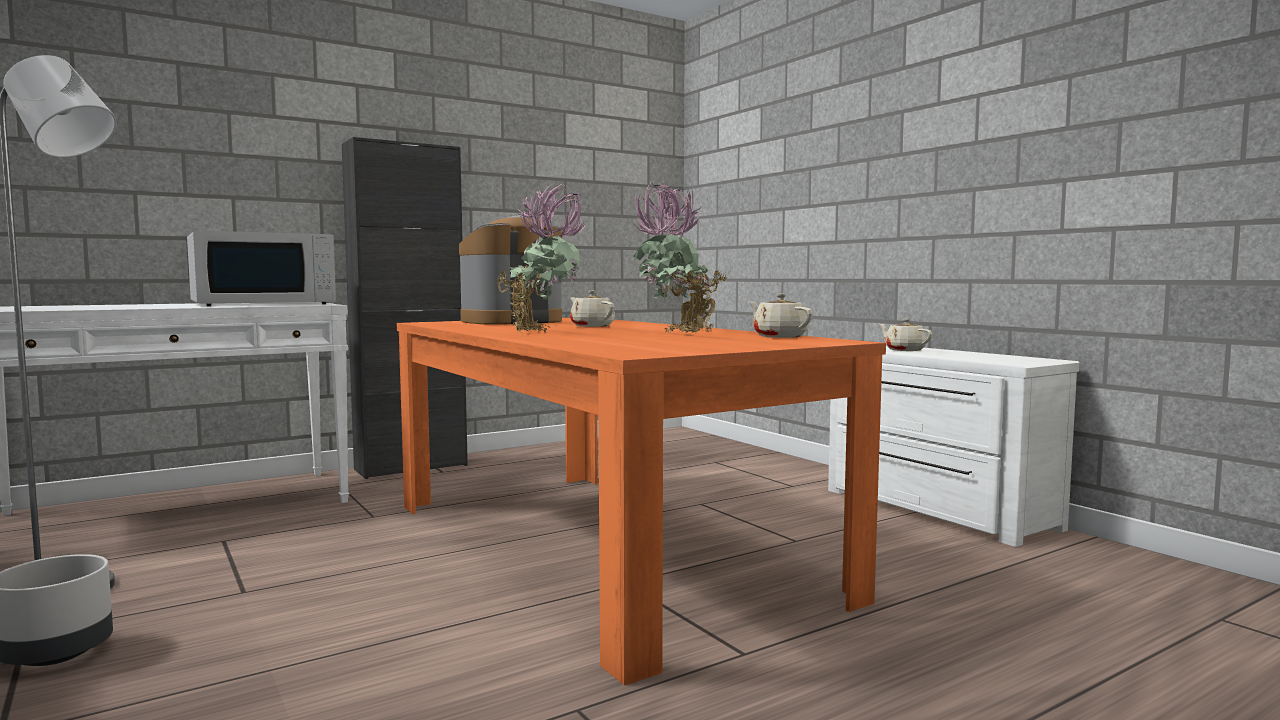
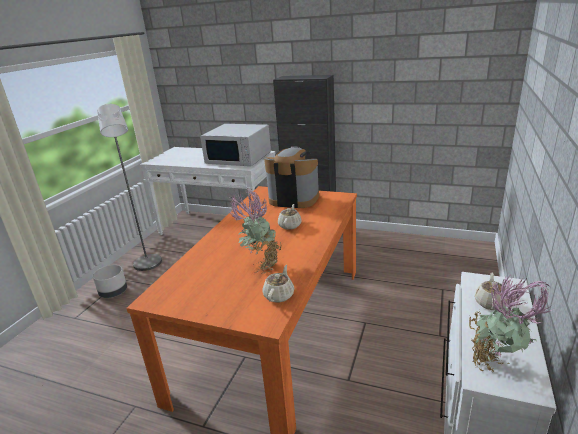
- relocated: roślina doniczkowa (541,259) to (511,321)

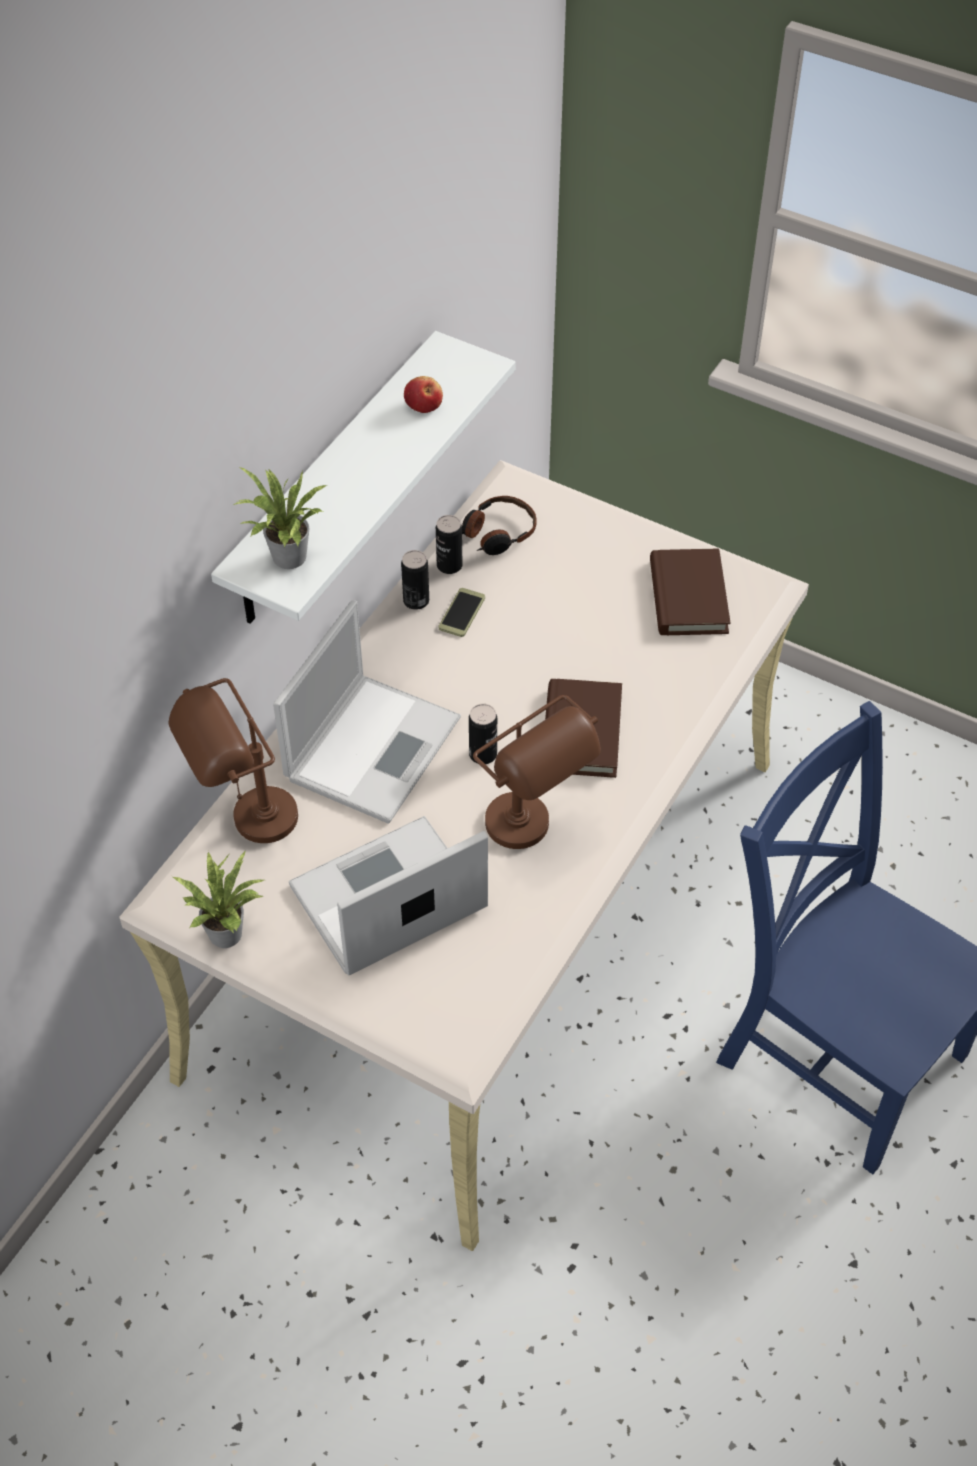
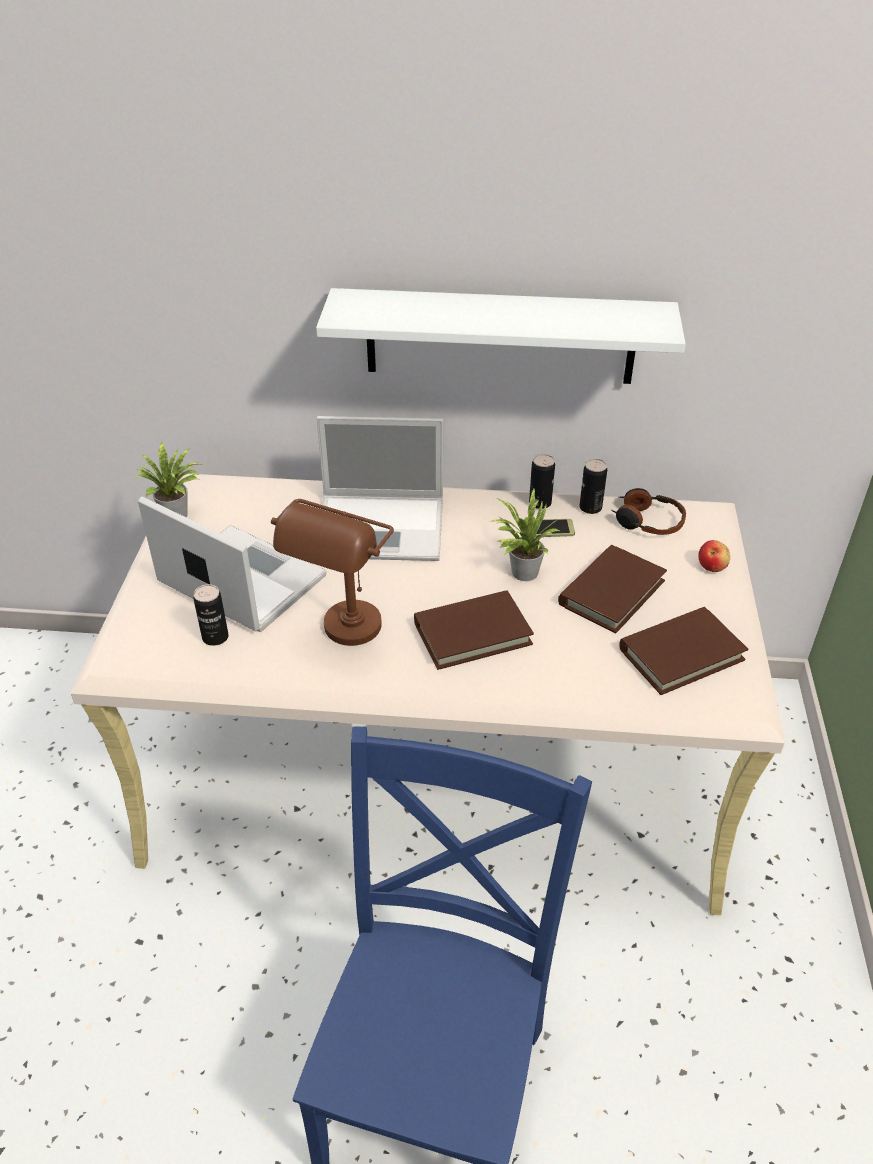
- missing: lampa stołowa/brązowy (233,760)
- relocated: roślina doniczkowa (280,517) to (525,535)
- relocated: jabłko (423,394) to (714,556)
- relocated: puszka (483,734) to (211,615)
- appeared: książka/brązowy (612,589)

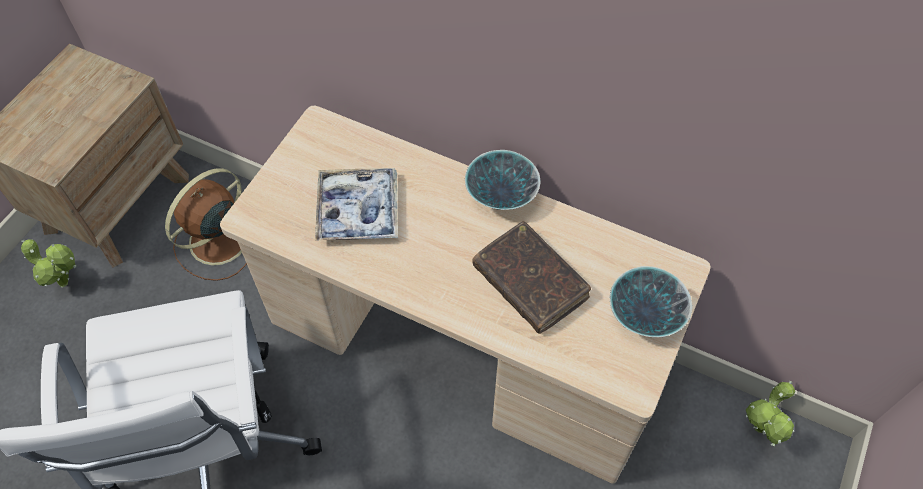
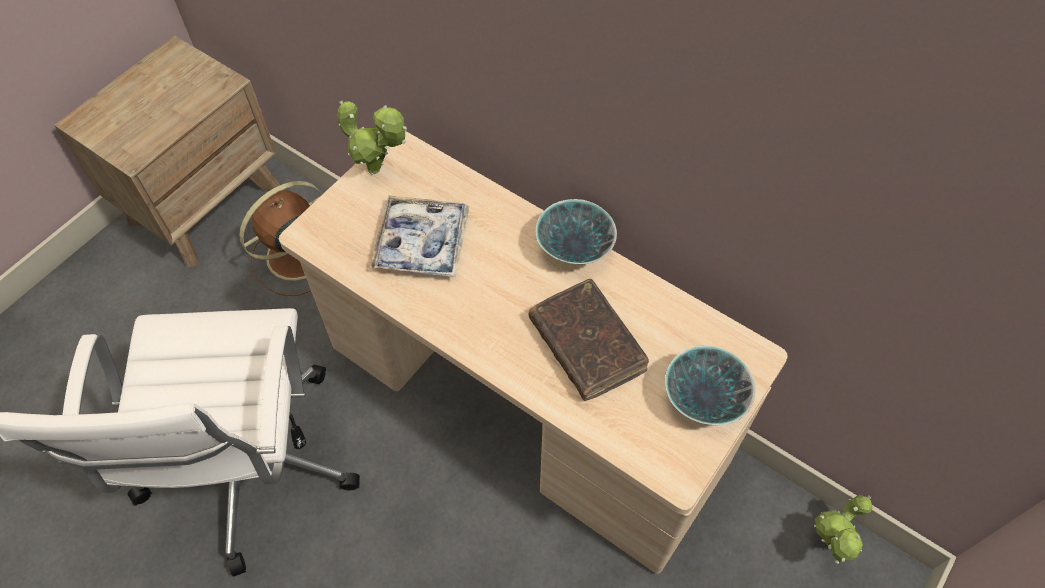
- relocated: roślina doniczkowa (49,263) to (372,137)

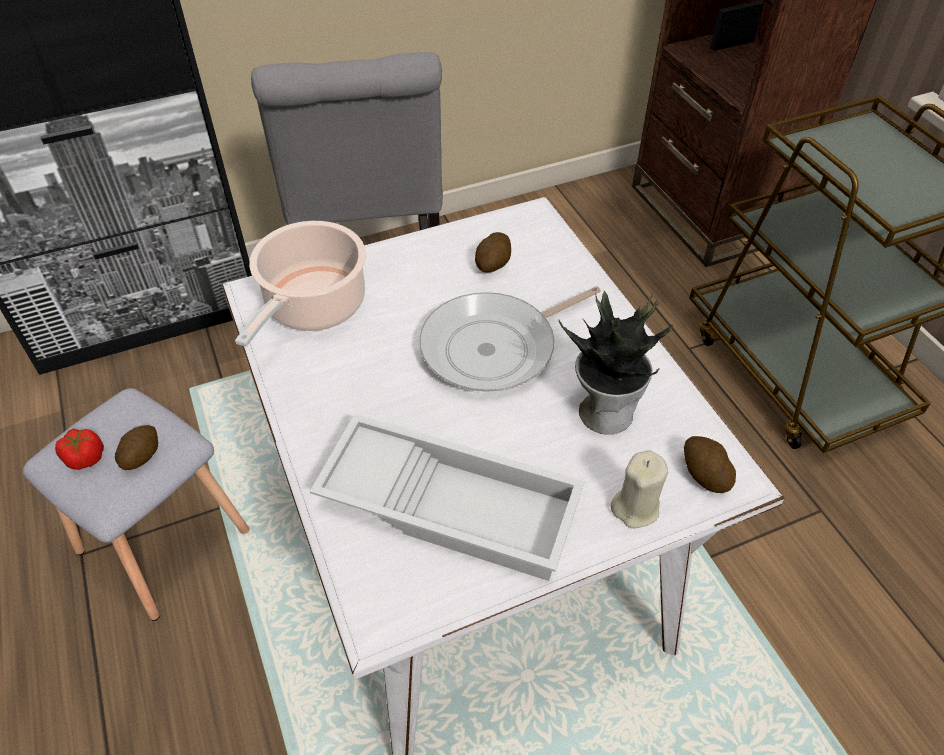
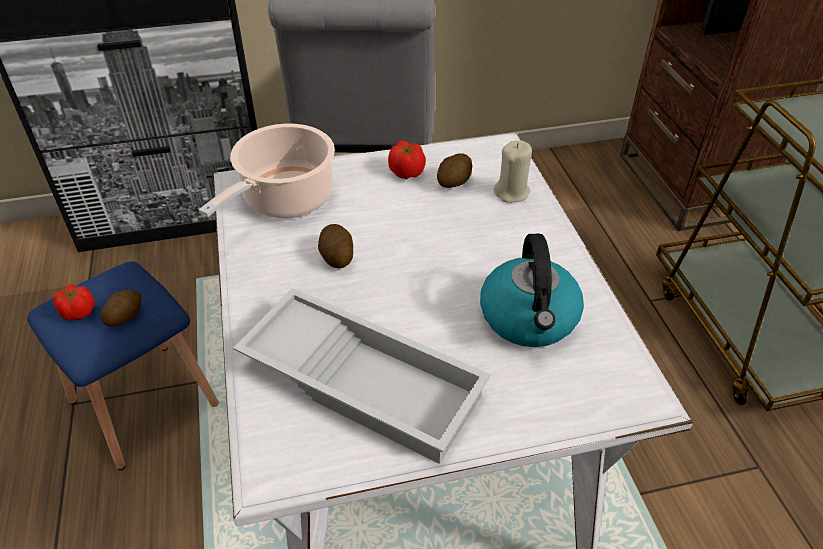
- colour: stołek/szary (136,504) to stołek/niebieski (123,366)
- missing: patelnia (510,339)
- exchanged: roślina doniczkowa (616,362) to czajnik (532,290)
- relocated: świeca/beżowy (639,489) to (513,171)
- relocated: ziemniak (710,464) to (335,246)
- appeared: pomidor (407,159)

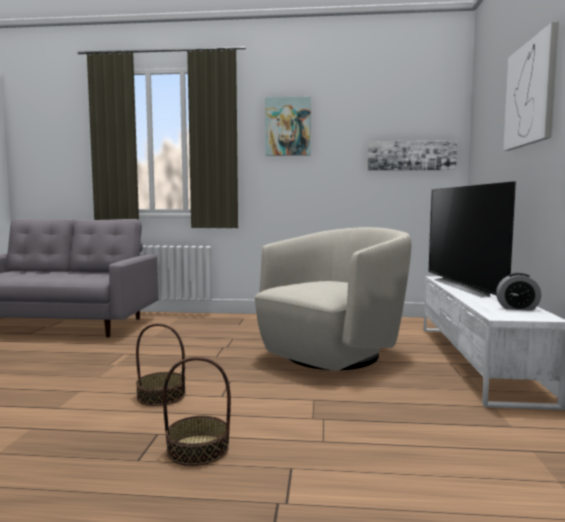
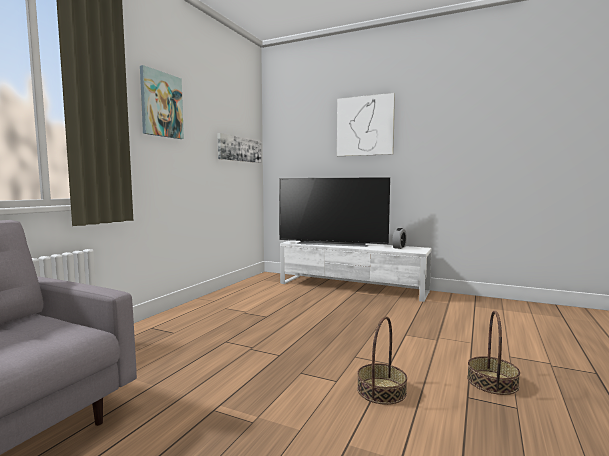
- missing: fotel/beżowy (333,299)

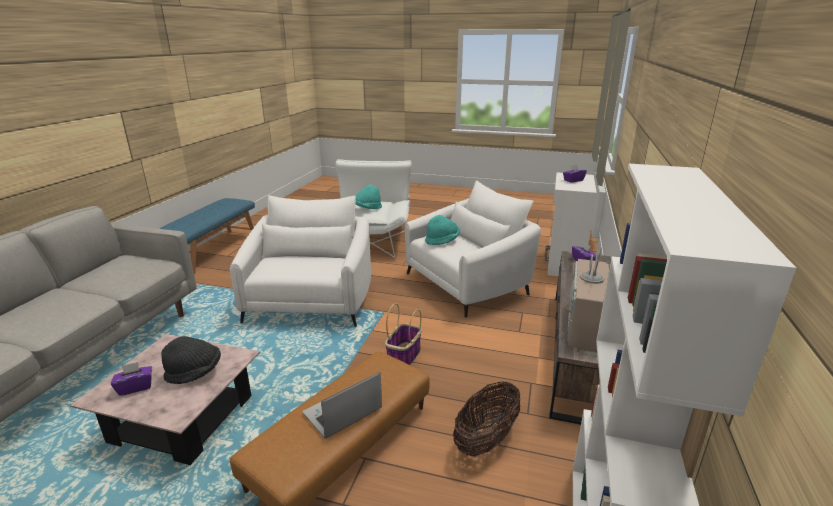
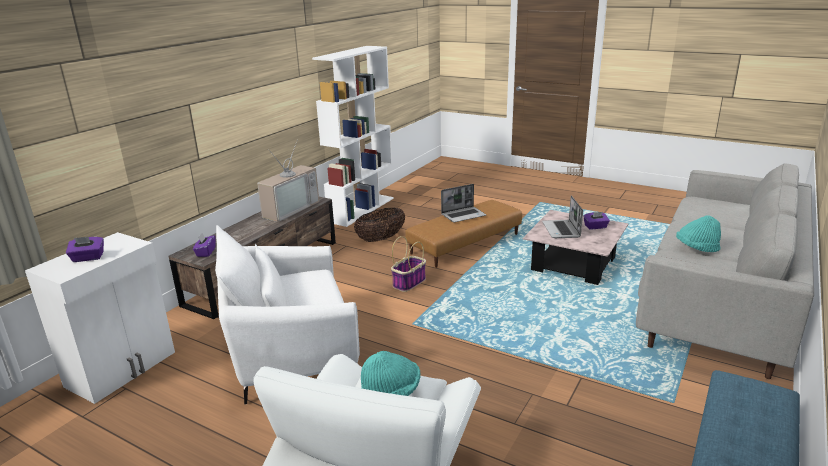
- exchanged: kapelusz/czarny (191,360) to laptop (562,216)
- missing: fotel/biały (300,261)
- relocated: kapelusz/turkusowy (442,230) to (698,233)

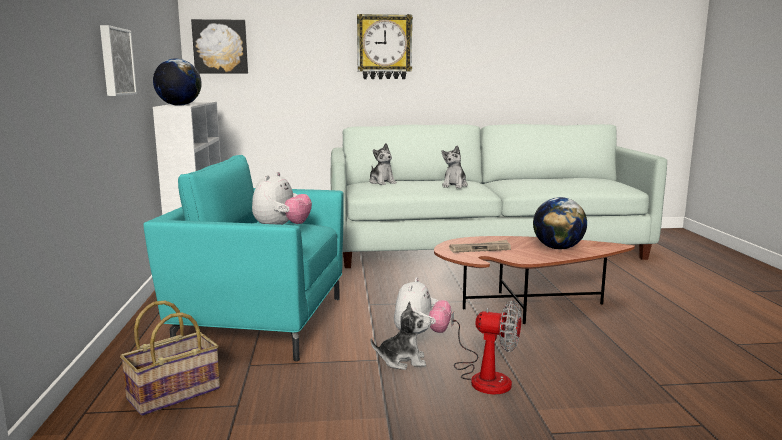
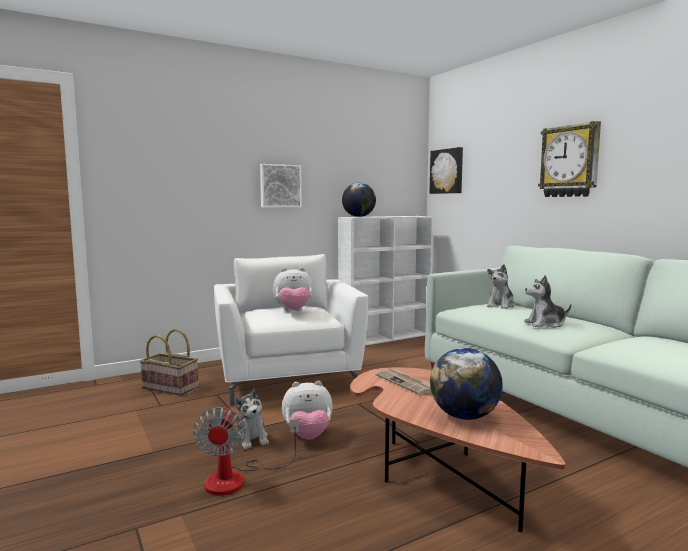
- colour: fotel/turkusowy (243,258) to fotel/biały (291,330)

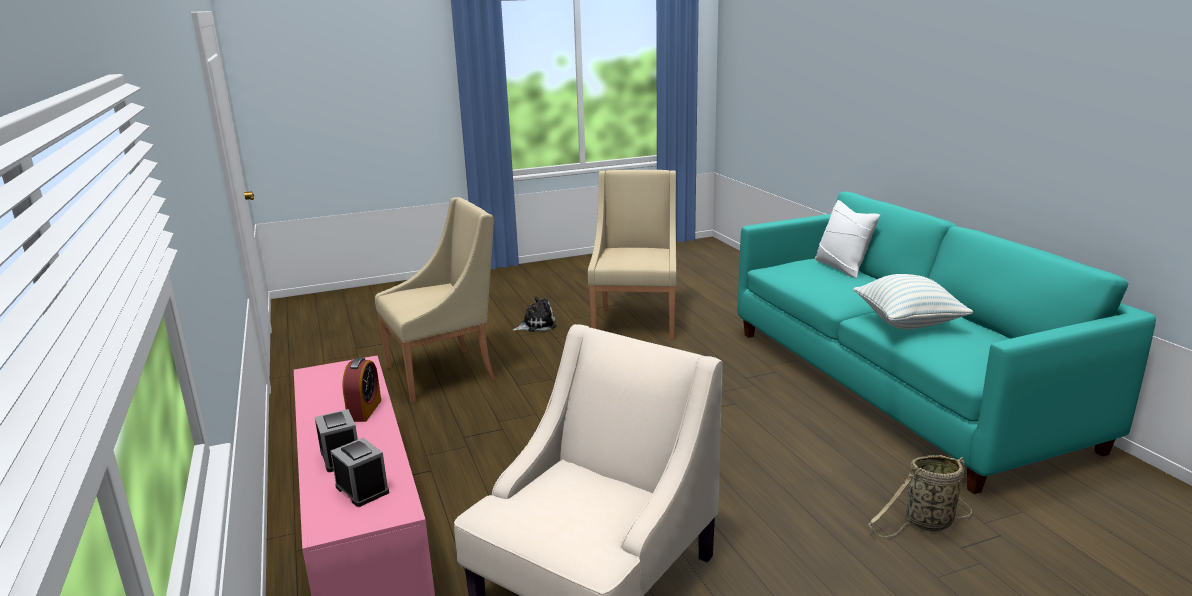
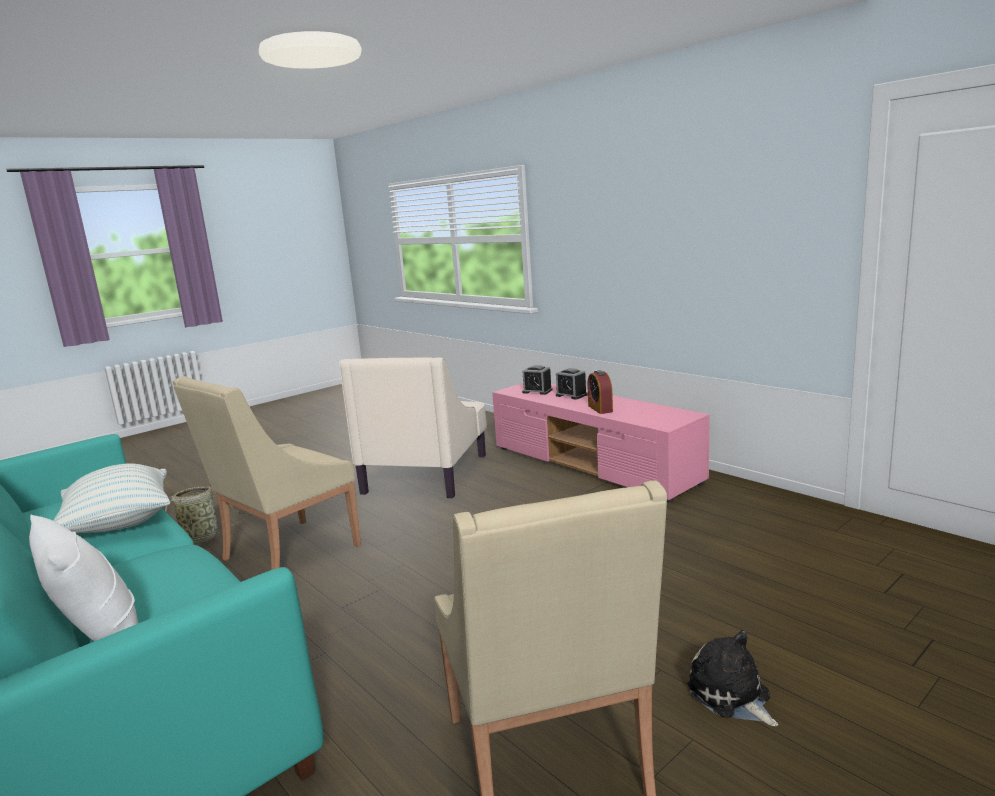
- relocated: fotel/beżowy (435,299) to (267,473)
- spun: pluszak (534,314) = (732,678) 105 degrees clockwise

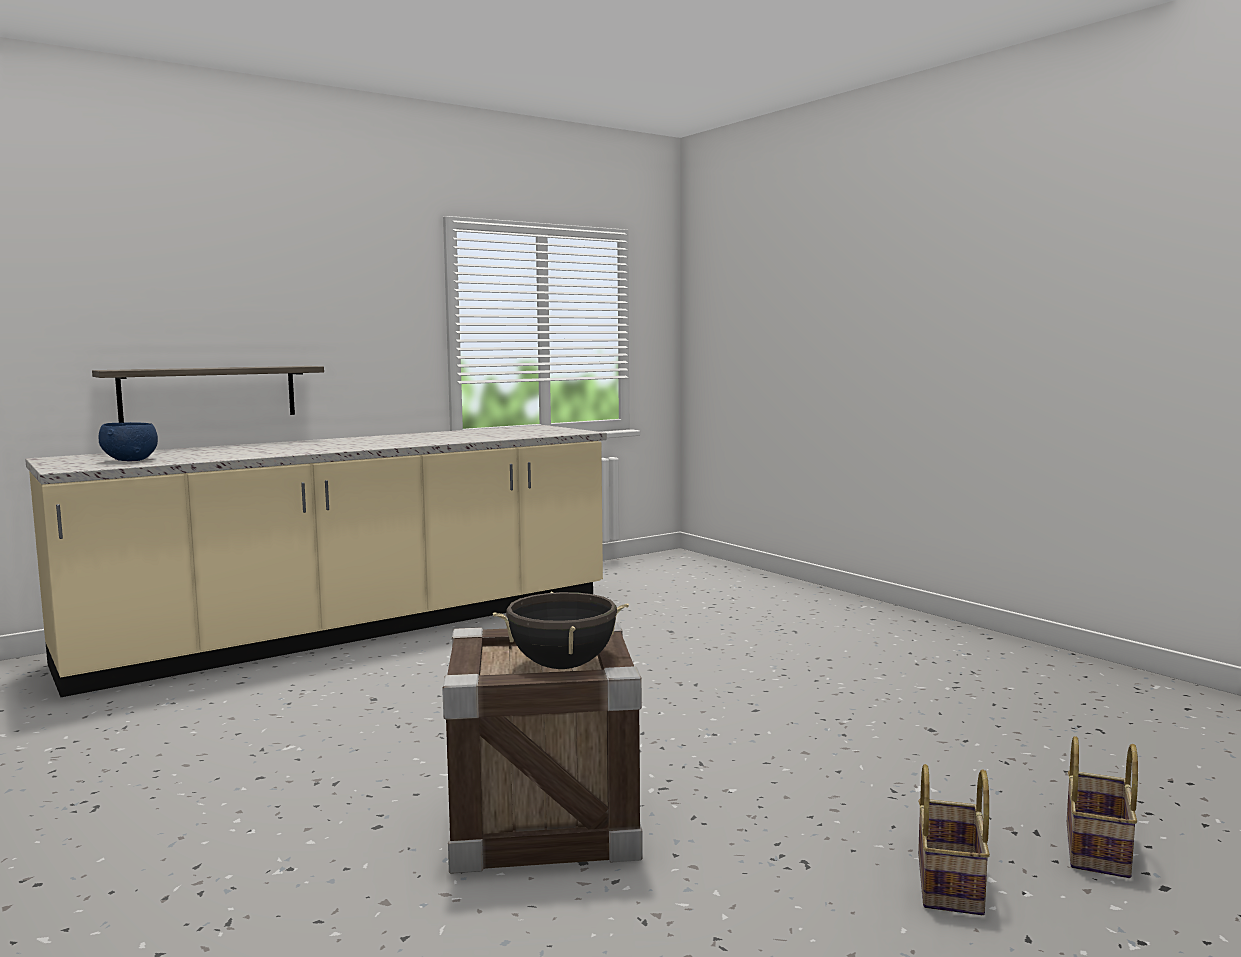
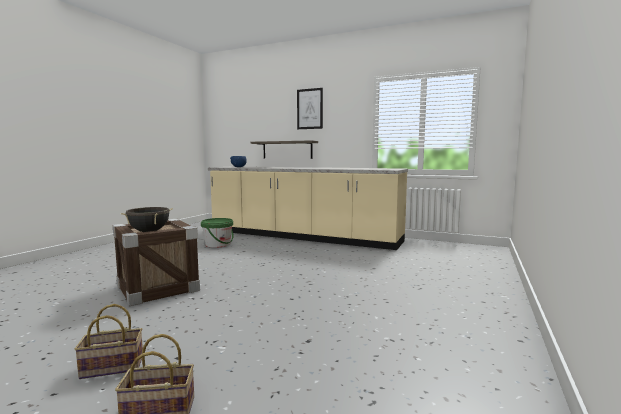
- appeared: wiadro/zielony (217,233)
- appeared: obraz (310,108)

